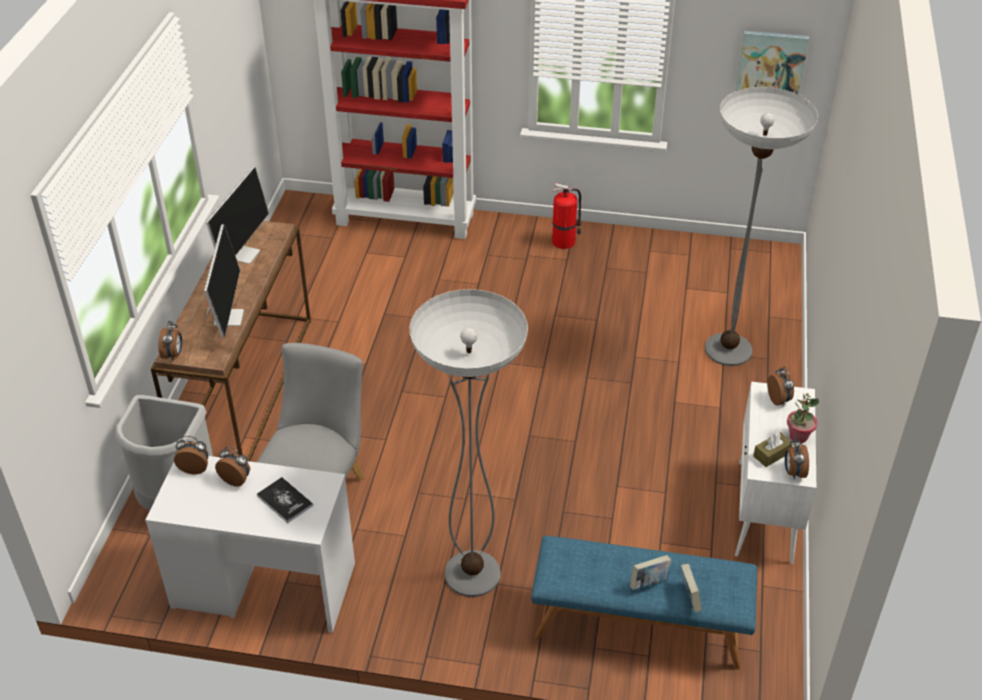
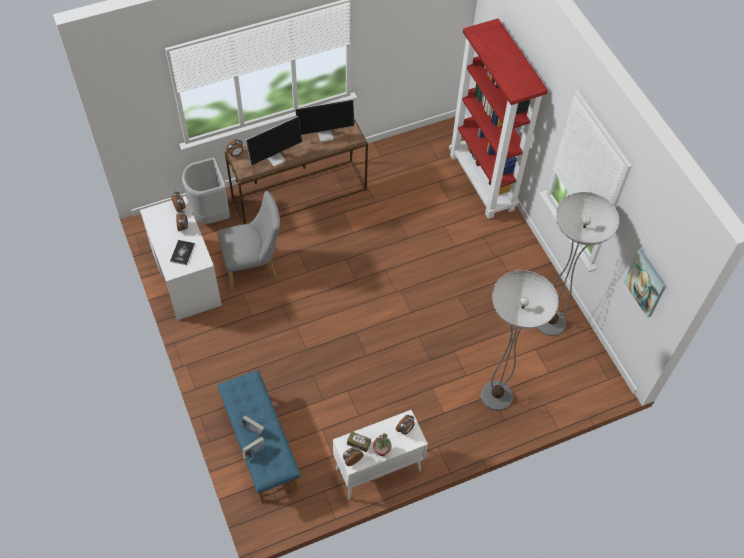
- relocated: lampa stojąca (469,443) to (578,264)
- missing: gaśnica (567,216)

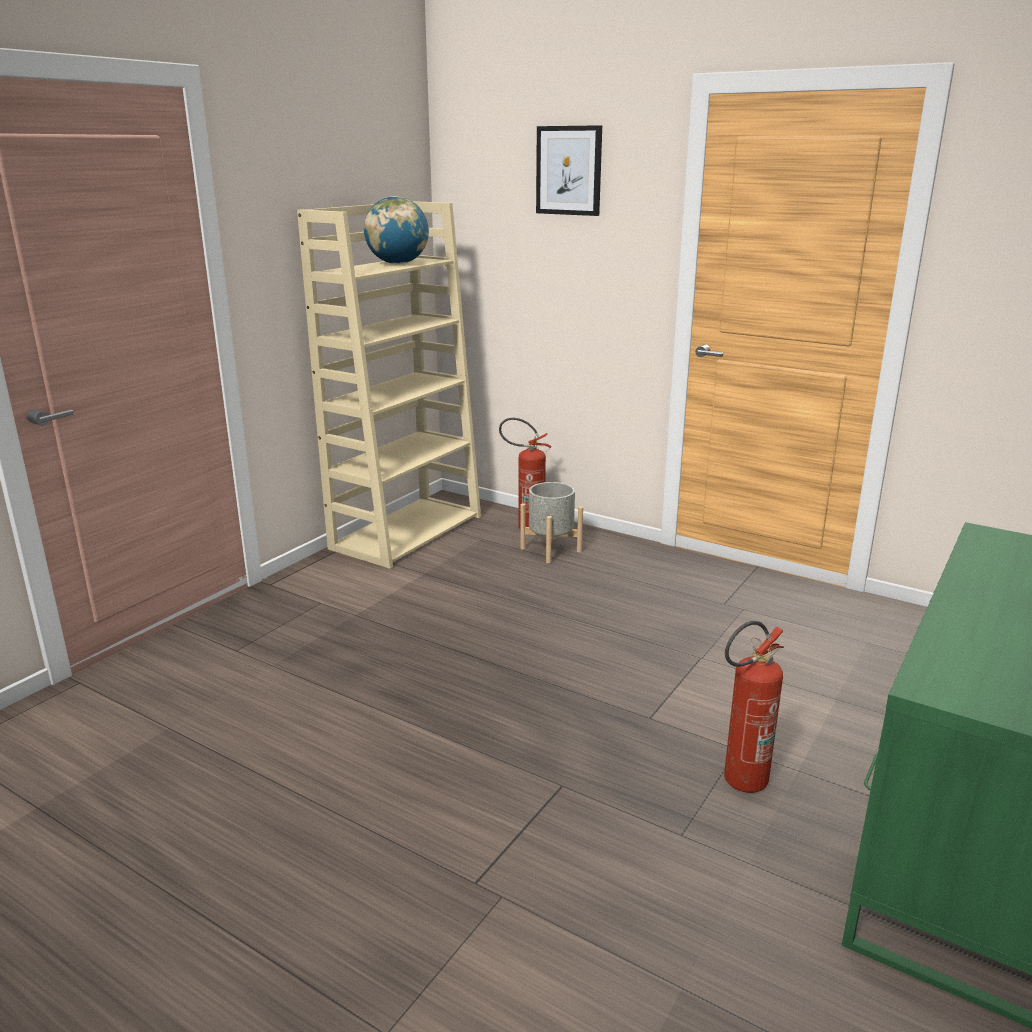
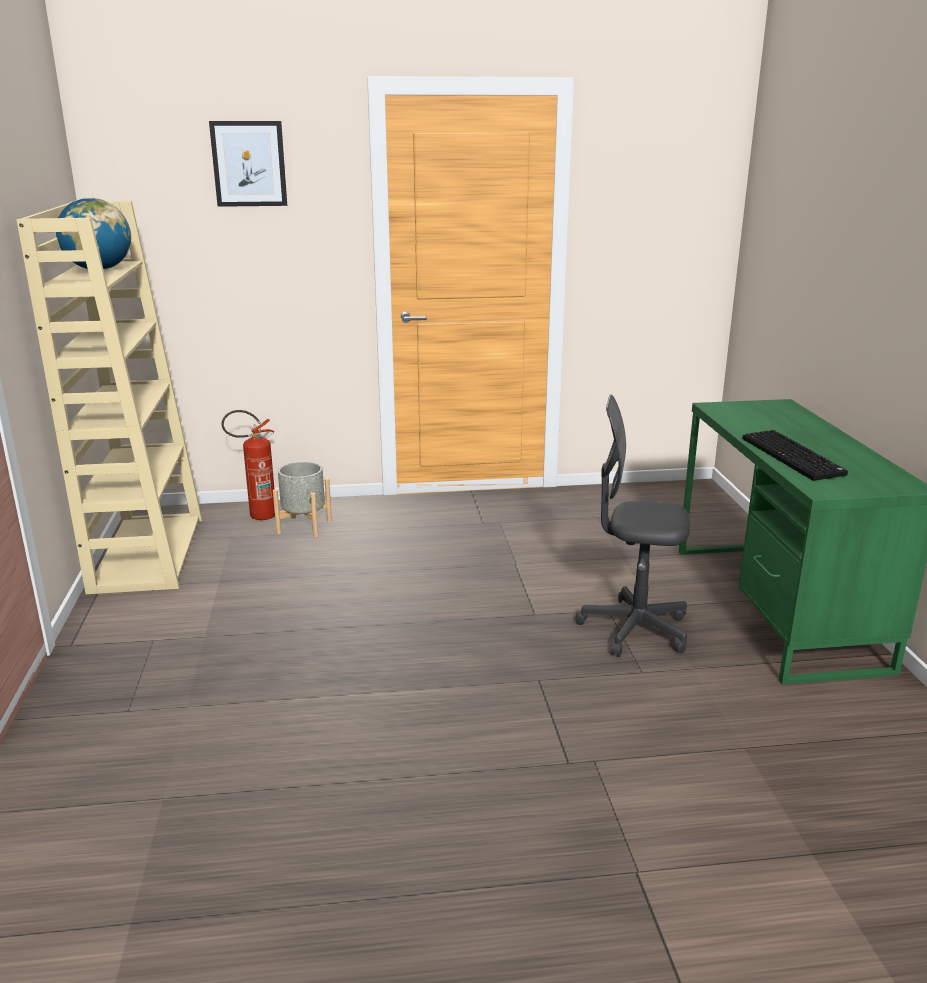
- exchanged: gaśnica (754,707) to krzesło biurowe/szary (632,526)
- appeared: klawiatura (795,455)

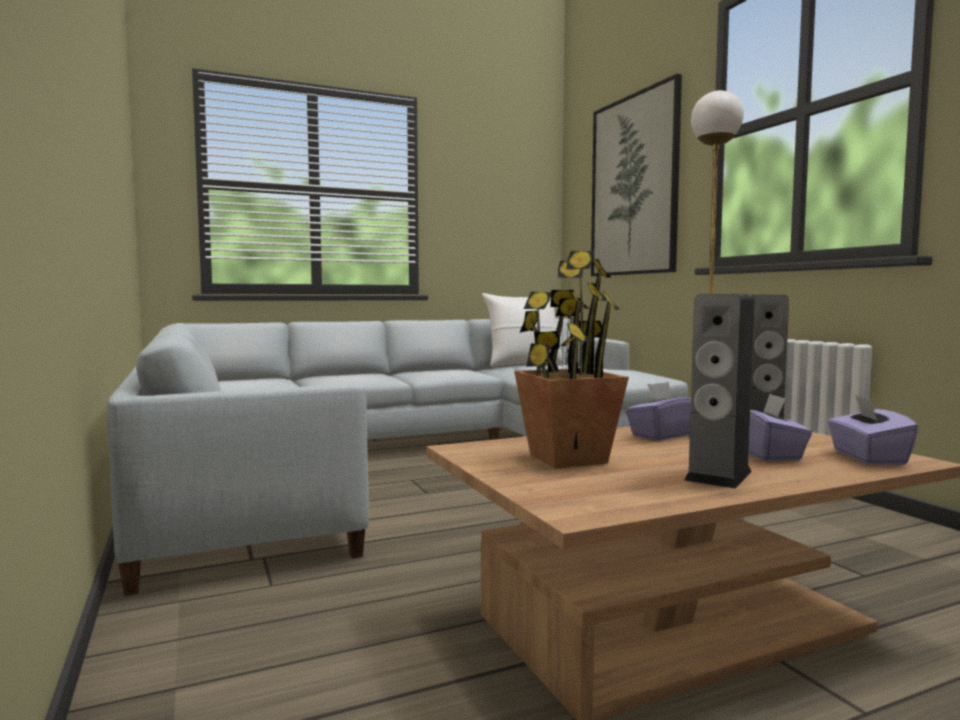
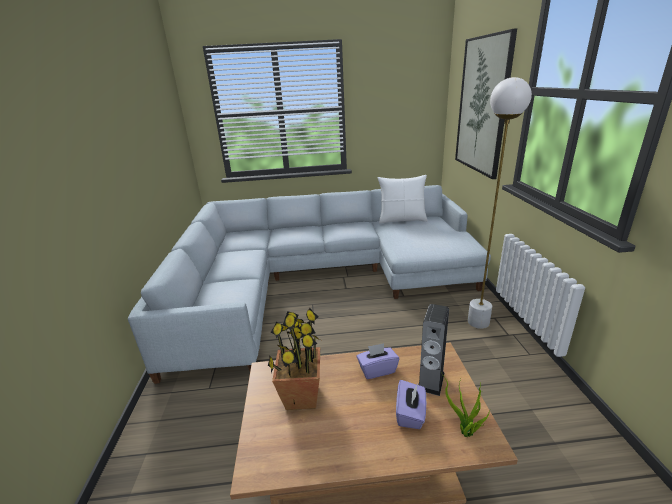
- missing: głośnik (719,391)
- exchanged: pudełko chusteczek/fioletowy (873,430) to roślina doniczkowa (465,405)

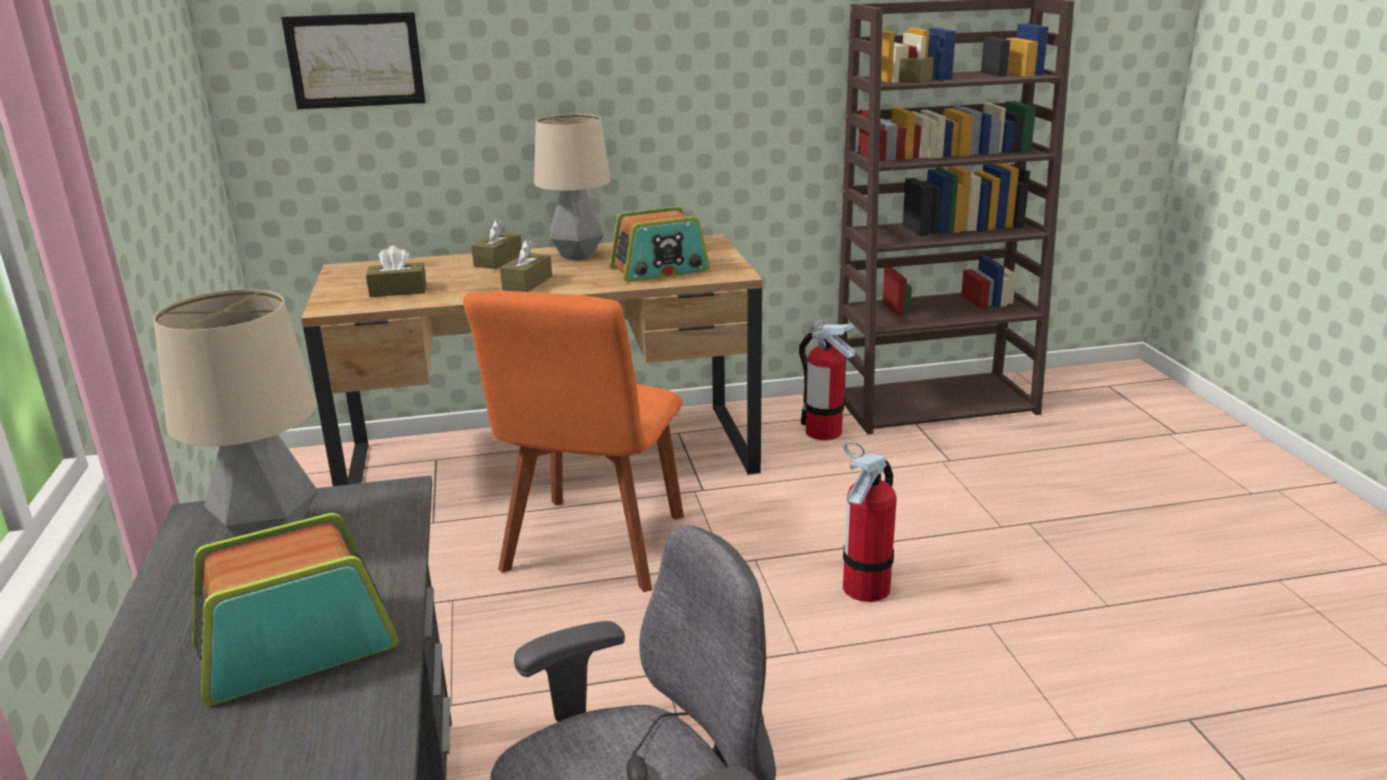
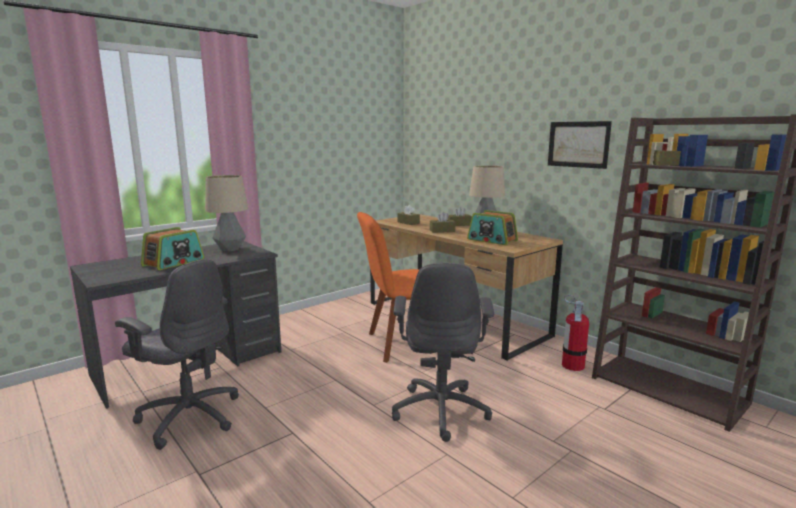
- spun: radio (295,609) = (172,248) 90 degrees clockwise
- relocated: obraz (353,60) to (580,145)
- exchanged: gaśnica (869,521) to krzesło biurowe/szary (443,352)

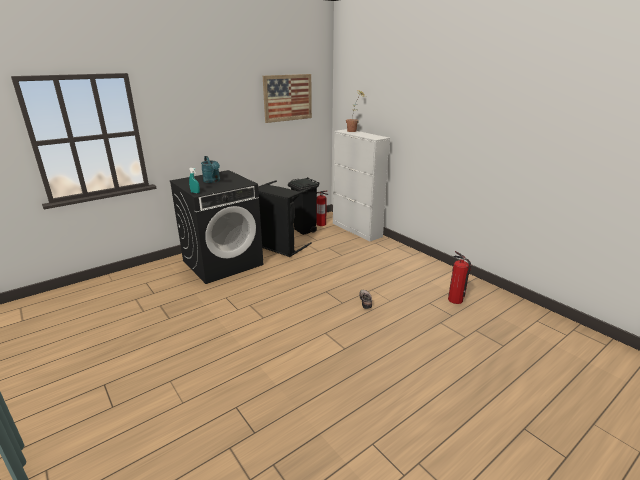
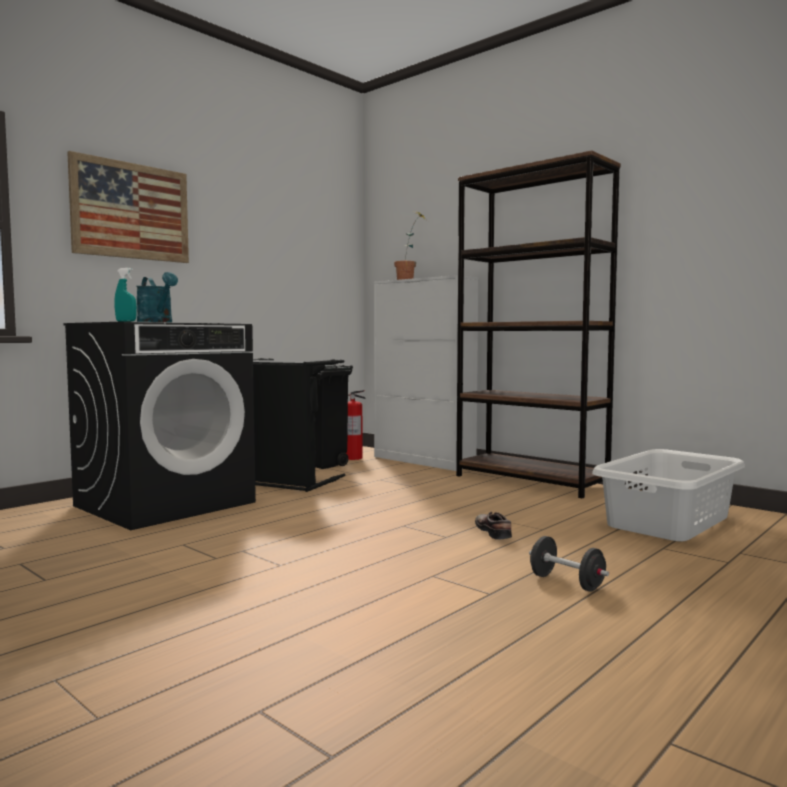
- relocated: obraz (287,98) to (128,207)
- exchanged: gaśnica (459,277) to kosz na pranie/biały (668,495)
- appeared: regał/brązowy (538,324)
- appeared: hantel/czarny (569,564)

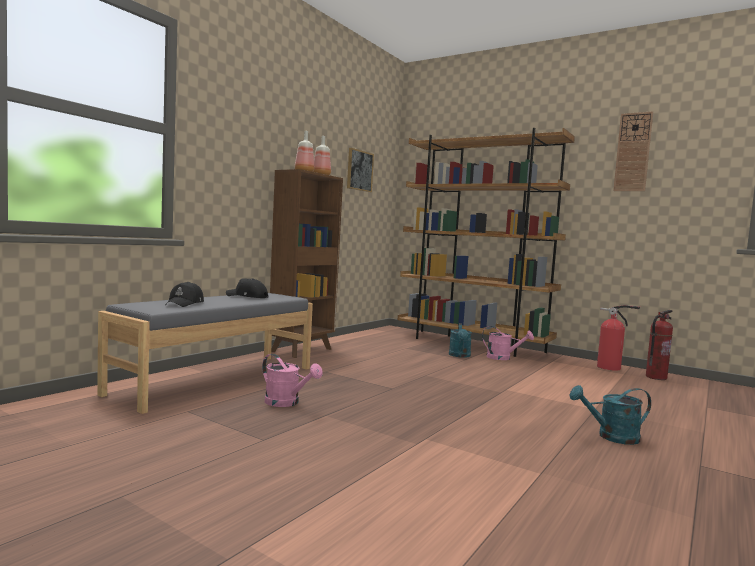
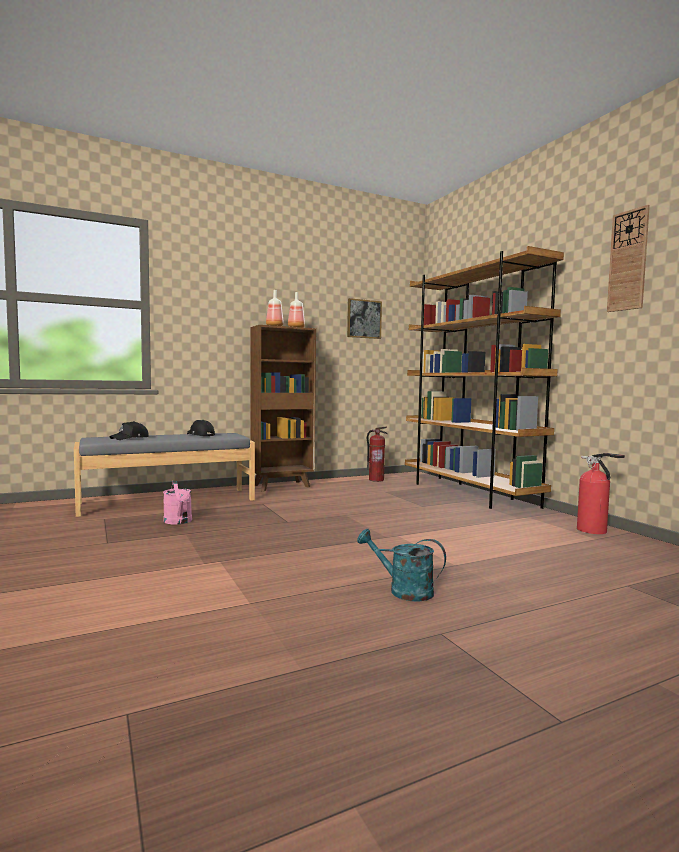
- missing: konewka/turkusowy (460,340)
- missing: konewka/różowy (508,343)
- relocated: gaśnica (659,345) to (376,454)

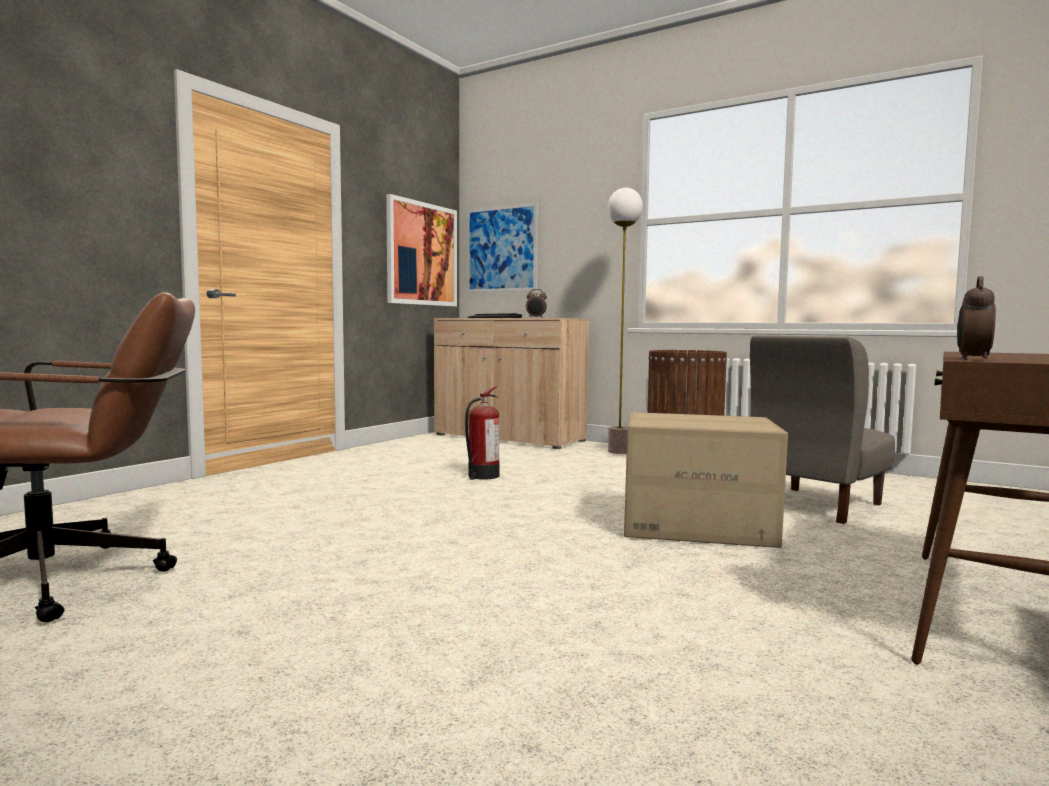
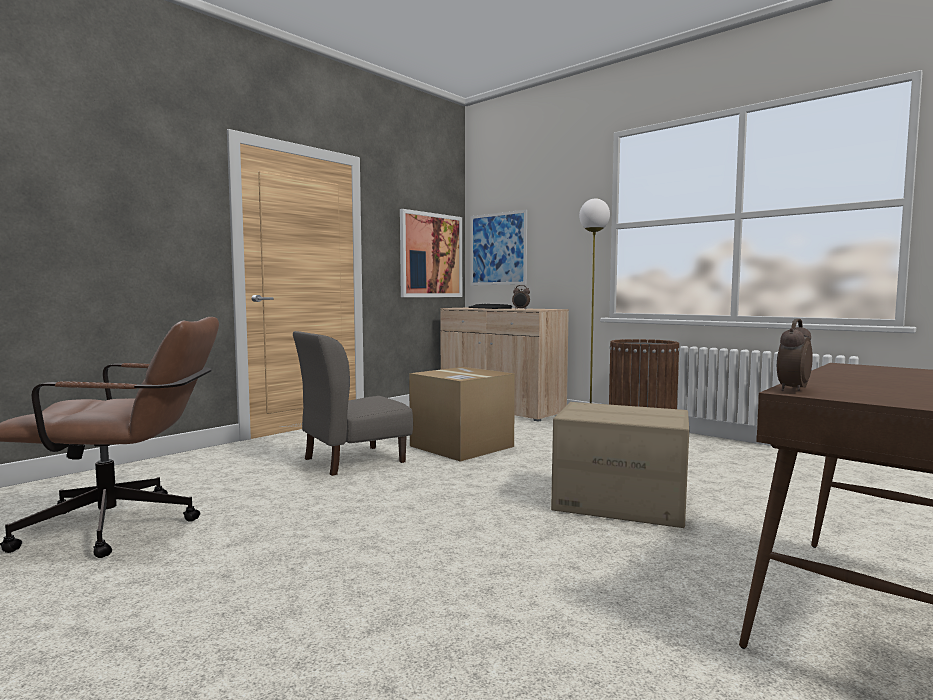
- exchanged: gaśnica (482,433) to karton (462,414)
- relocated: krzesło/szary (822,430) to (353,403)

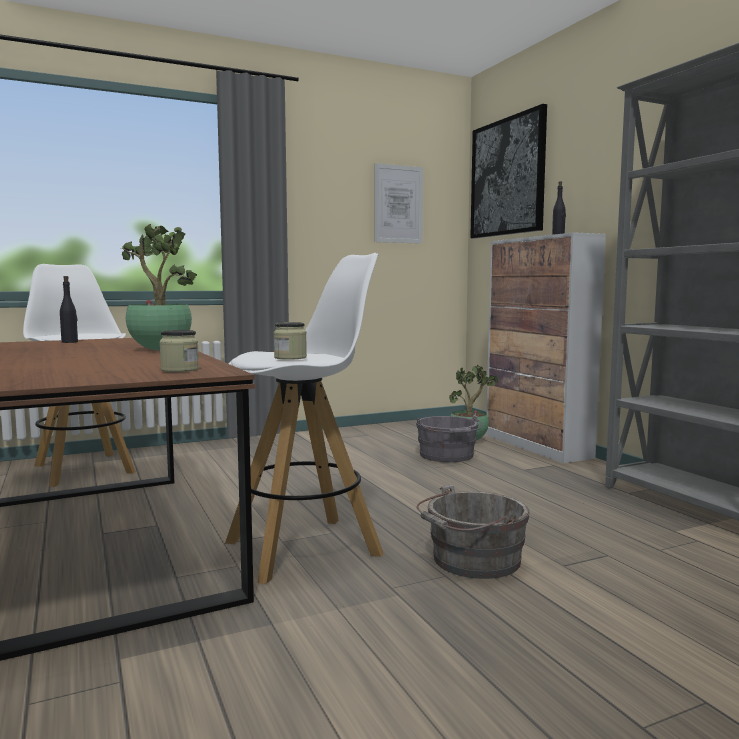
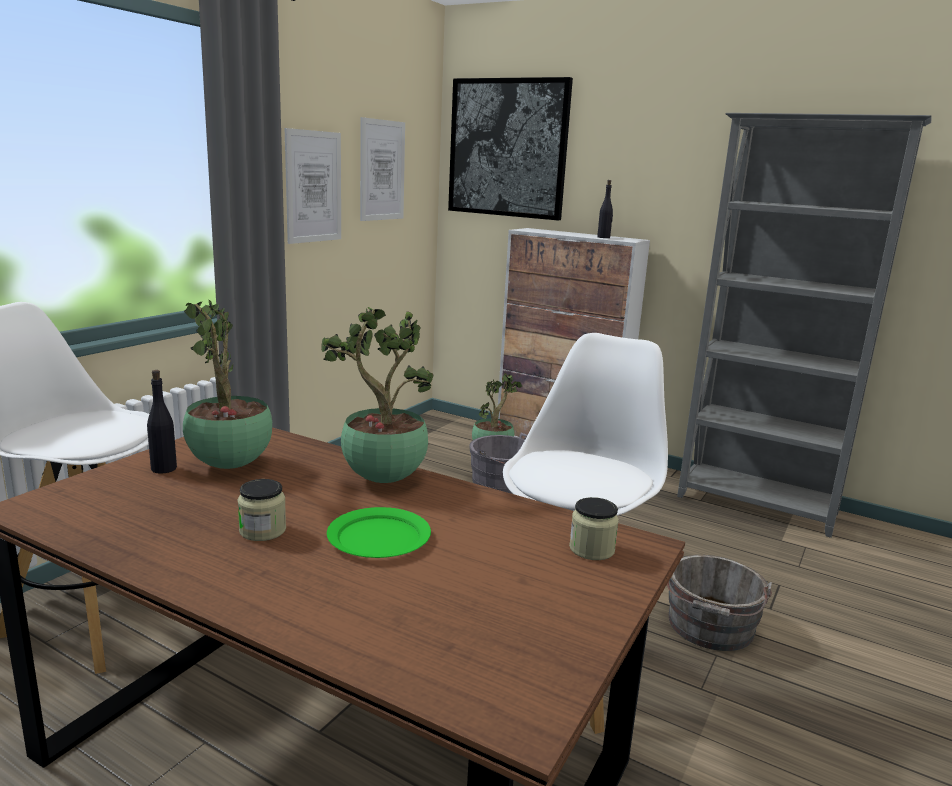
- relocated: słoik (290,341) to (261,510)
- appeared: roślina doniczkowa (227,384)
- appeared: obraz (313,186)
- appeared: talerz/zielony (379,532)

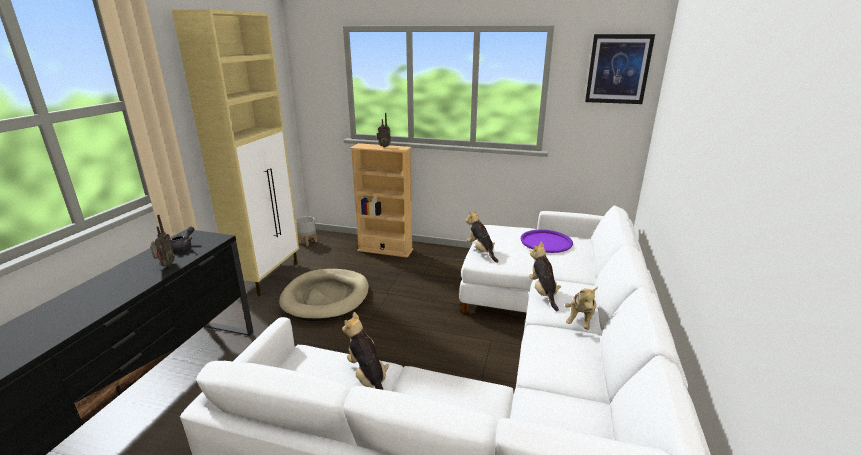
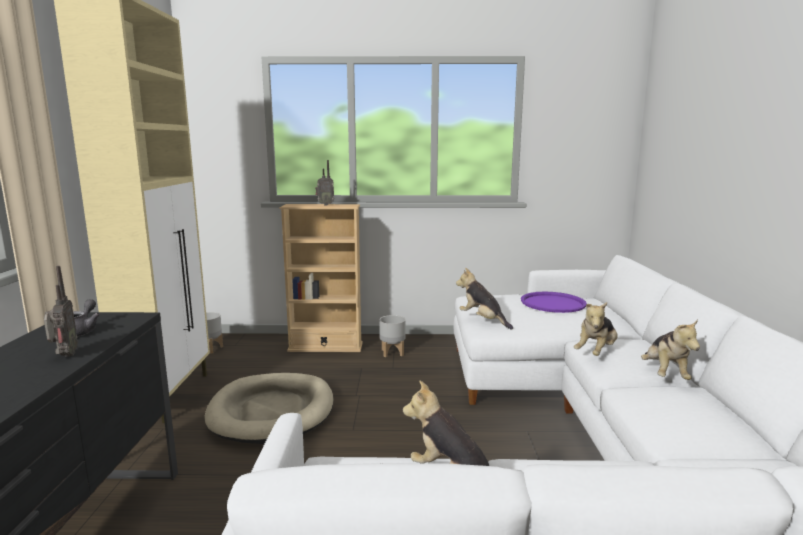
- spun: pluszak (545,276) = (596,329) 120 degrees counterclockwise
- missing: obraz (620,69)
- appeared: donica/szary (392,336)

